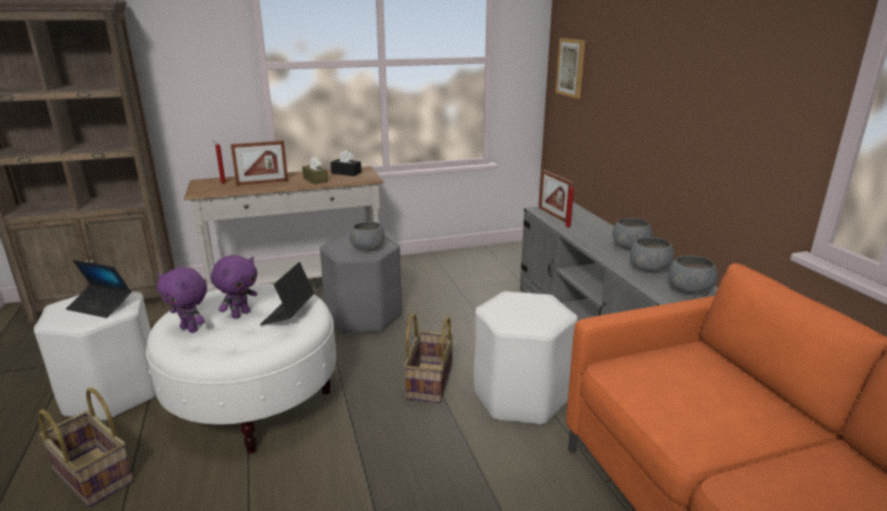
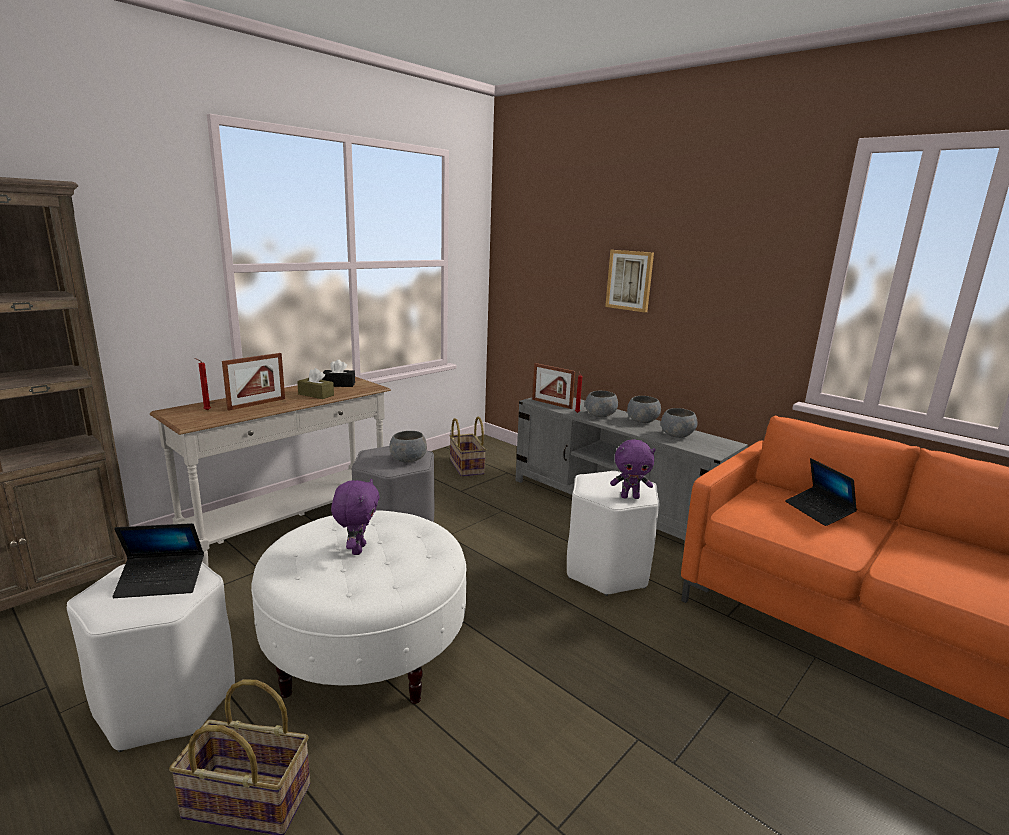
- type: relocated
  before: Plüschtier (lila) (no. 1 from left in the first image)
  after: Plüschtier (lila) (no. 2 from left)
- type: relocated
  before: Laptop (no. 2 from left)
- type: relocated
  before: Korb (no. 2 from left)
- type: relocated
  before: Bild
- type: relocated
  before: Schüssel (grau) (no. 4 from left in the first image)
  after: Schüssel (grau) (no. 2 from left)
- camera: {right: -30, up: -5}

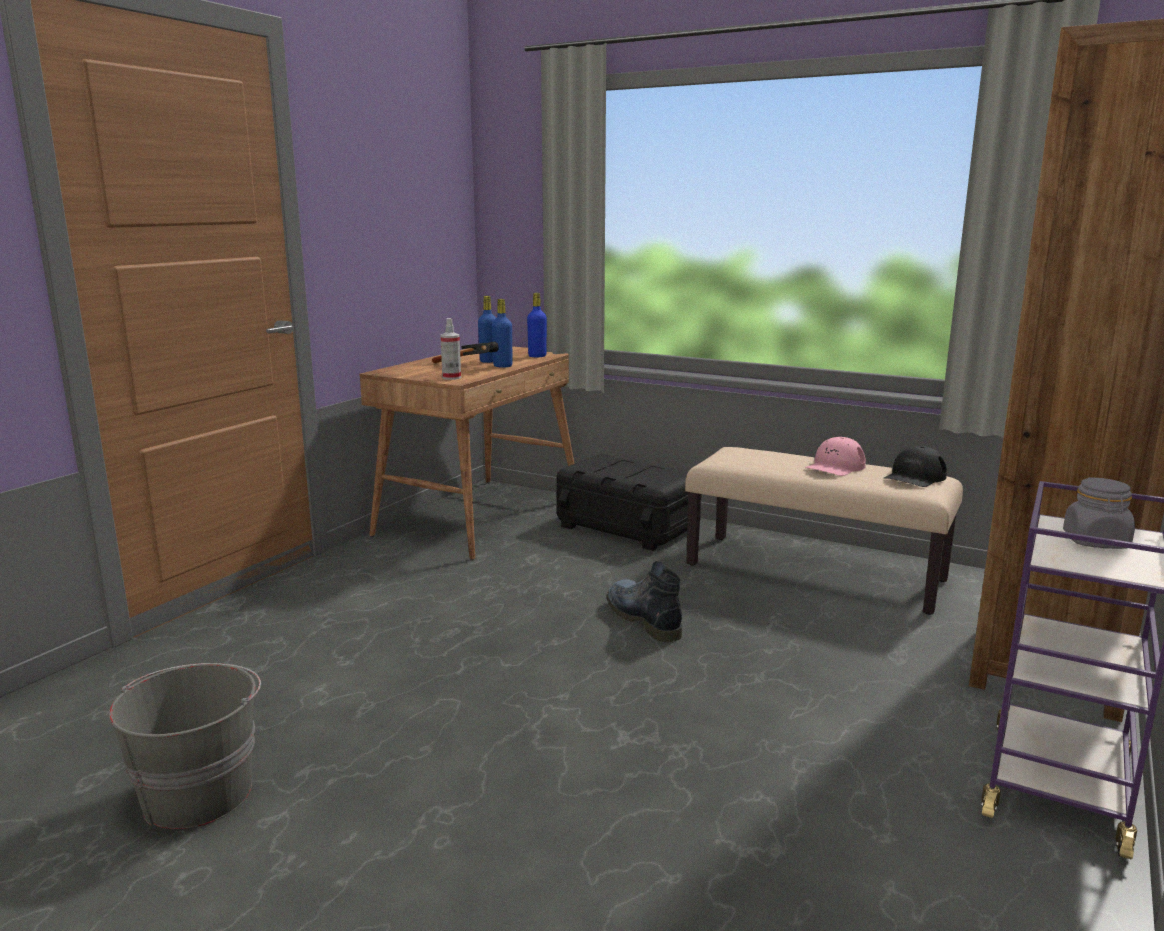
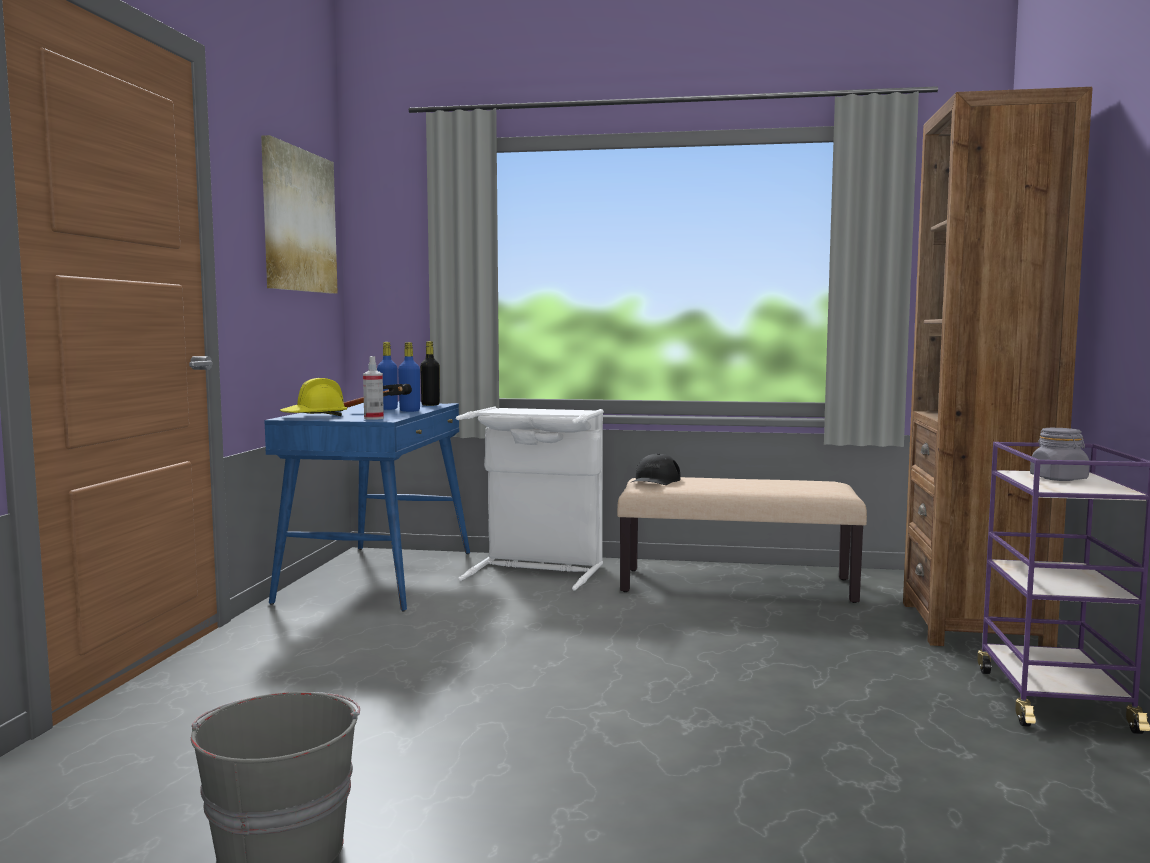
- type: colour
  before: Schreibtisch (braun)
  after: Schreibtisch (blau)
- type: colour
  before: Flasche (blau) (no. 3 from left)
  after: Flasche (schwarz)
- type: exchanged
  before: Aufbewahrungsbox (schwarz)
  after: Wäschekorb (weiß)
- type: missing
  before: Stiefel
- type: missing
  before: Kappe (rosa)
- type: relocated
  before: Kappe (schwarz)
- type: appeared
  after: Bild
- type: appeared
  after: Schutzhelm (gelb)
- camera: {right: -20, up: -10}

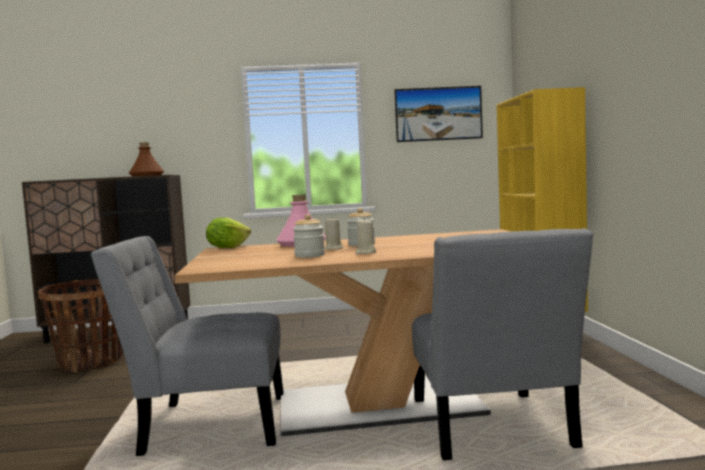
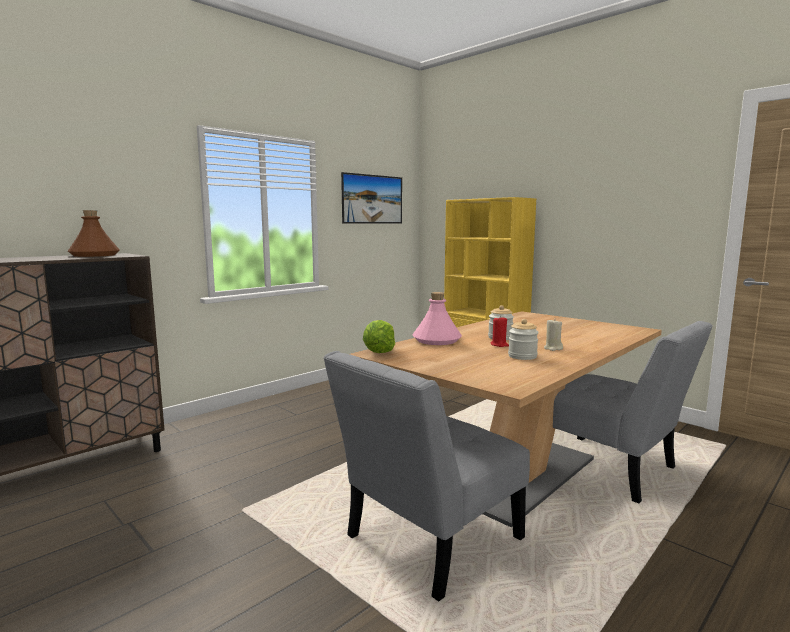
- type: missing
  before: Korb
- type: colour
  before: Kerze (beige) (no. 1 from left)
  after: Kerze (rot)
- camera: {right: -40, up: 5}

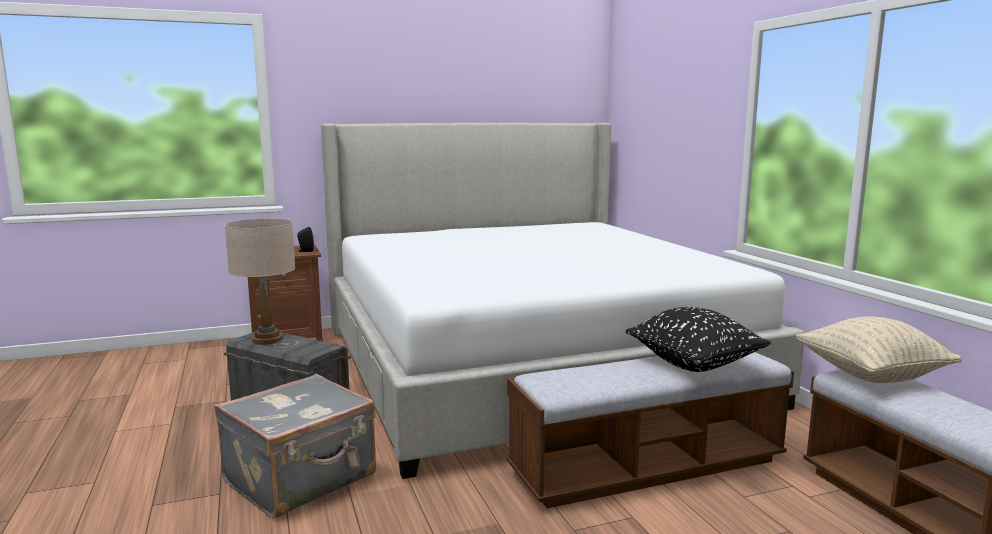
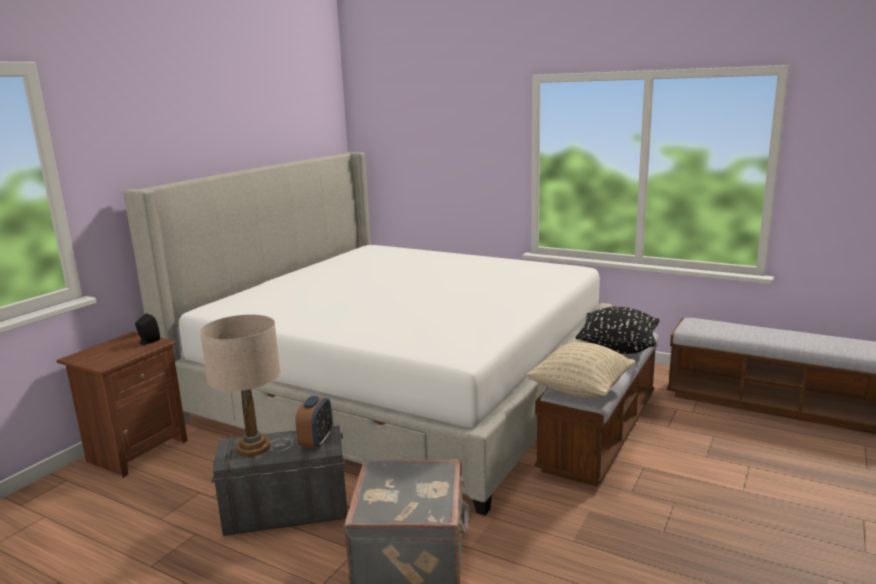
- type: relocated
  before: Kissen (beige)
- type: appeared
  after: Wecker
- camera: {right: -40, up: 5}

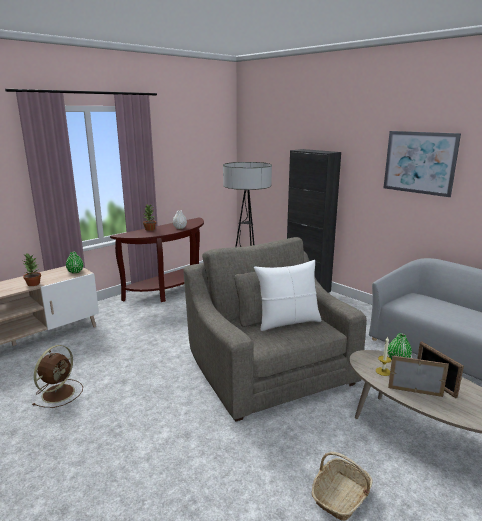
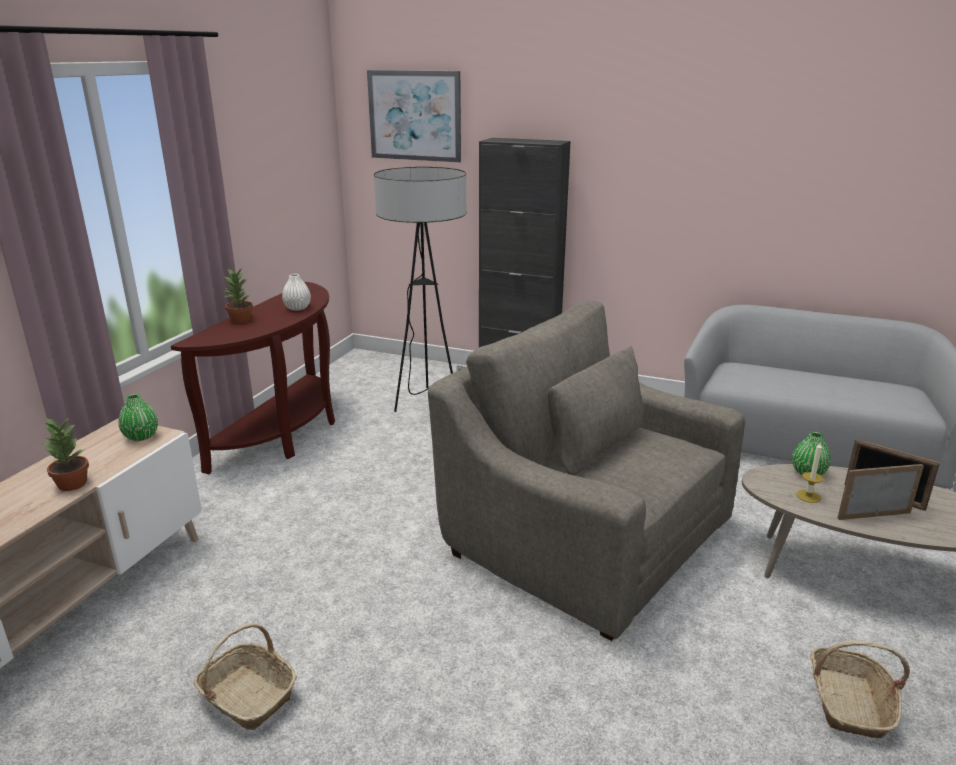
- type: exchanged
  before: Ventilator (braun)
  after: Korb (no. 1 from left)
- type: missing
  before: Kissen (weiß)
- type: relocated
  before: Bild
- camera: {right: -25, up: 5}

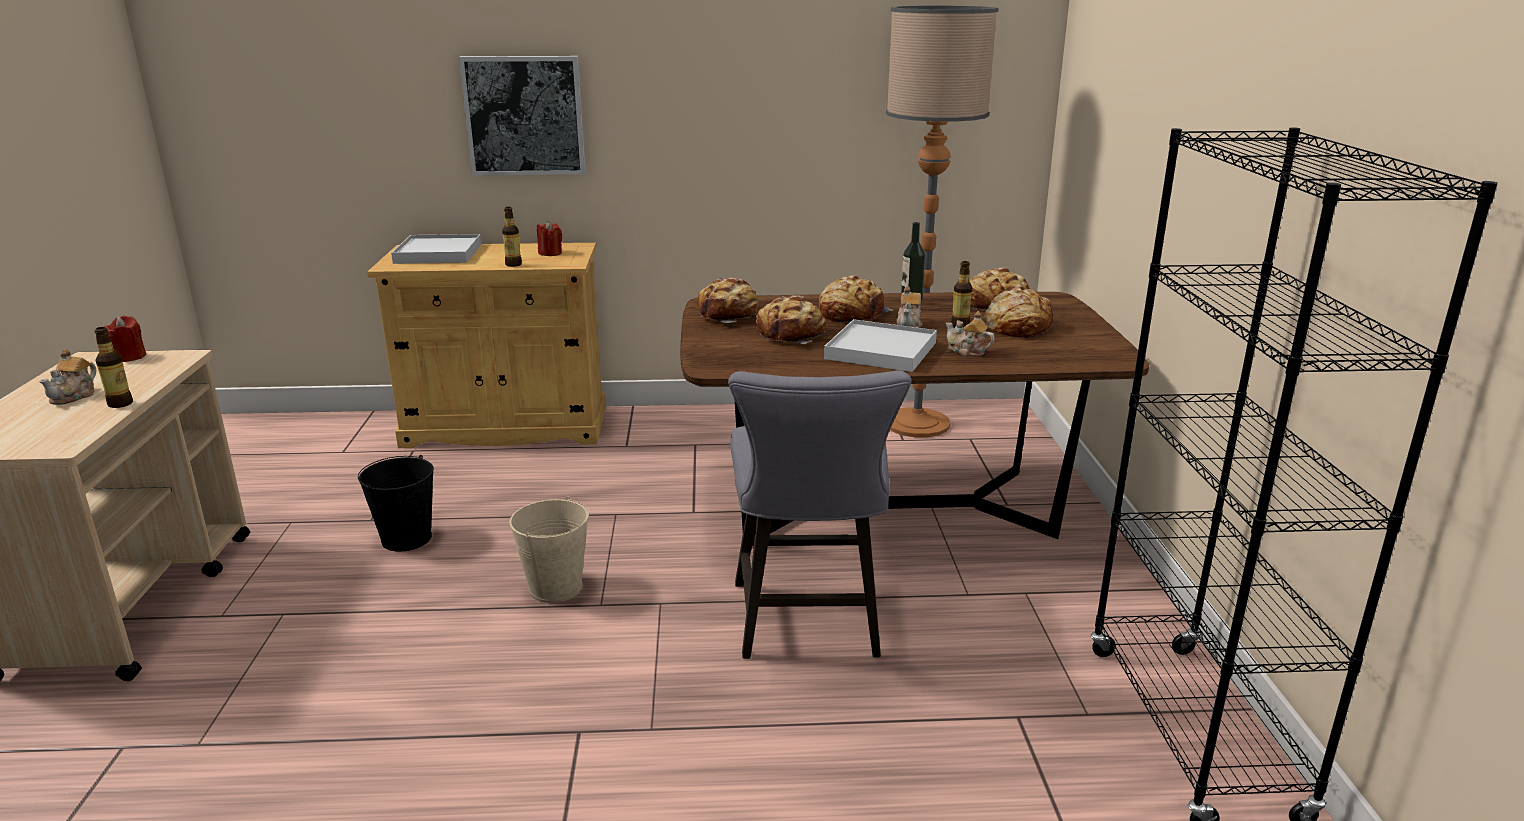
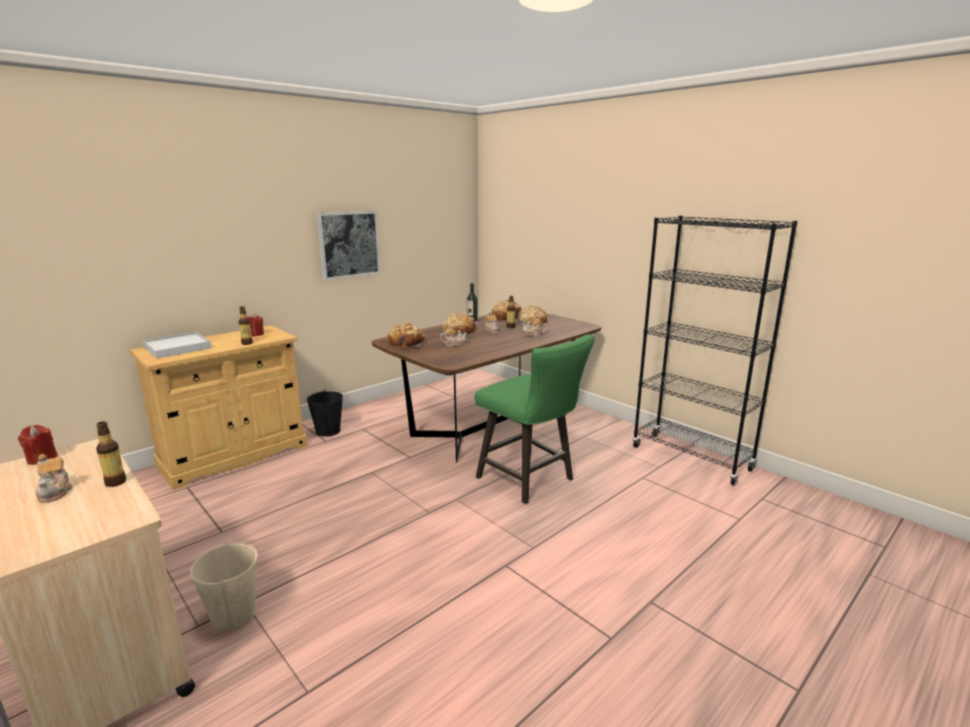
- type: relocated
  before: Eimer (schwarz)
- type: relocated
  before: Bild
- type: relocated
  before: Eimer (beige)
- type: colour
  before: Hocker (grau)
  after: Hocker (grün)
- type: exchanged
  before: Brot (no. 2 from left)
  after: Teekanne (no. 2 from left)
- type: missing
  before: Tablett (weiß) (no. 2 from left)
- type: missing
  before: Stehlampe
- camera: {right: -40, up: -5}

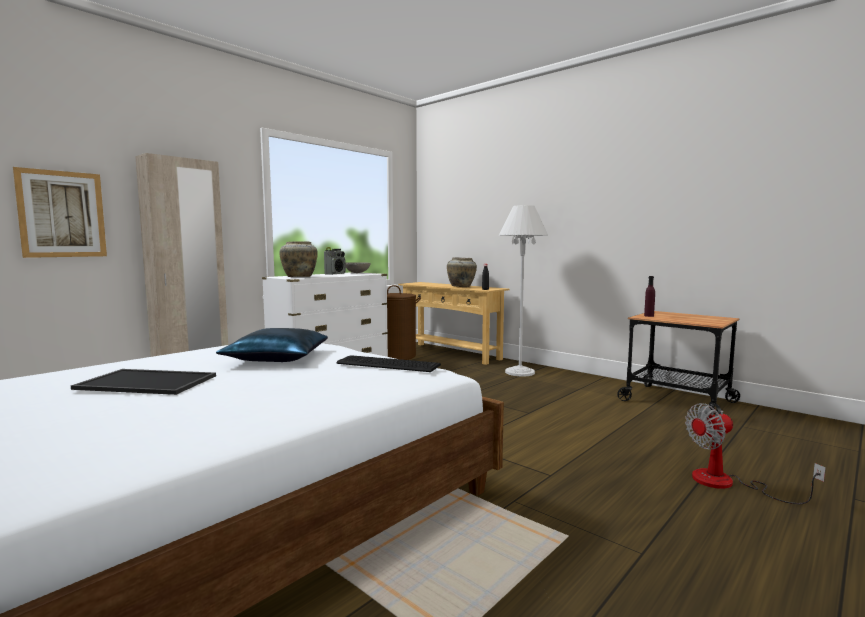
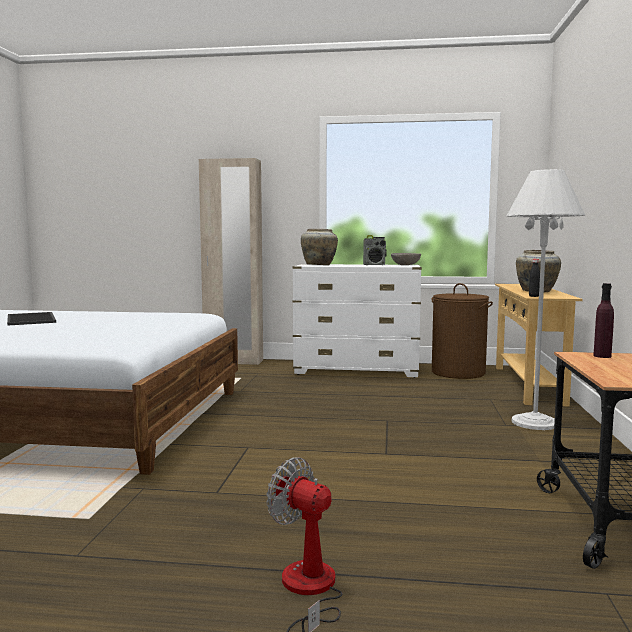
- type: missing
  before: Bild
- type: missing
  before: Kissen (blau)
- type: missing
  before: Tastatur
- camera: {right: 55, up: 0}

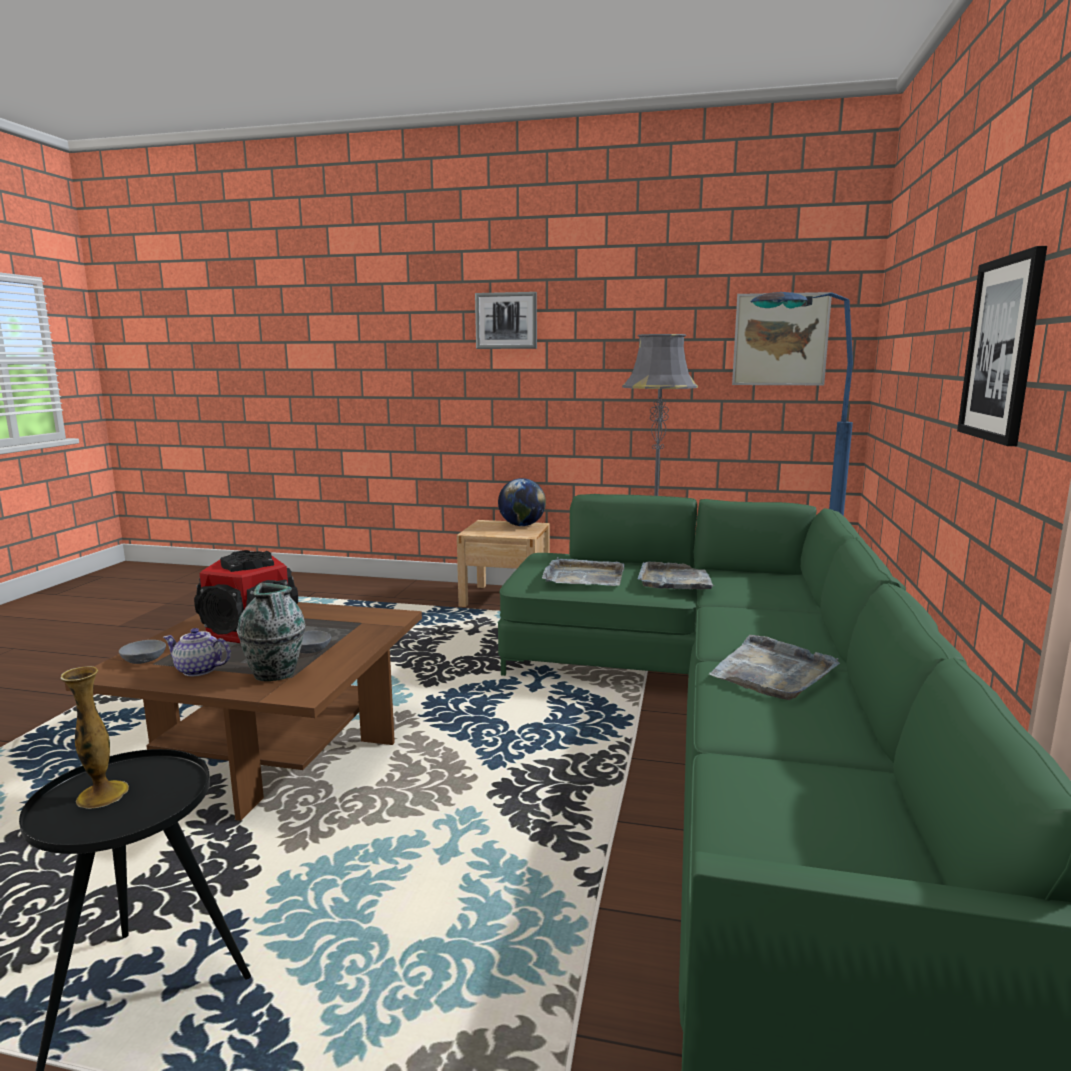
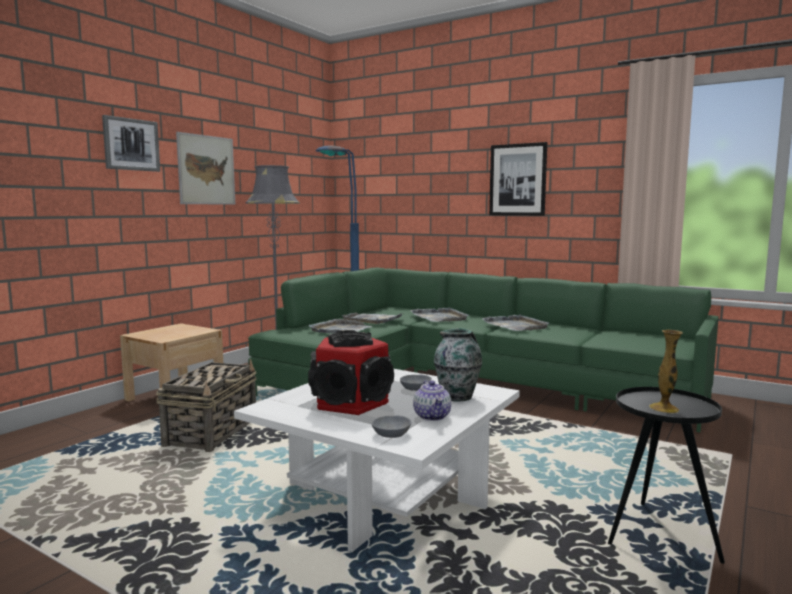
- type: colour
  before: Couchtisch (braun)
  after: Couchtisch (weiß)
- type: spun
  before: Teekanne
  turn: -45
- type: missing
  before: Globus
- type: relocated
  before: Bild (no. 2 from left)
- type: appeared
  after: Korb
- type: appeared
  after: Tablett (grau) (no. 3 from left)
- camera: {right: -70, up: -5}

